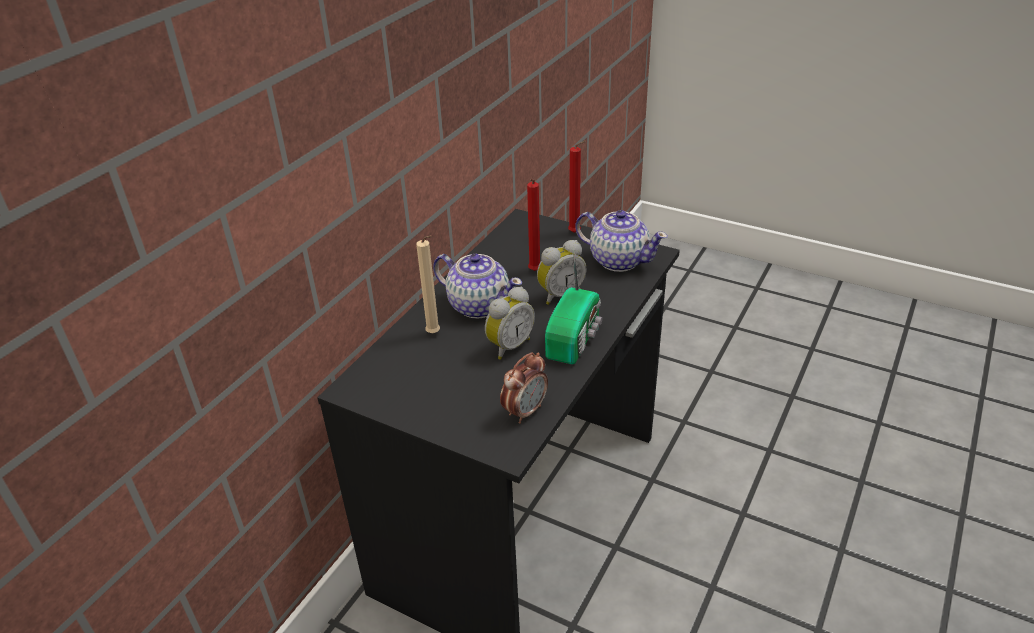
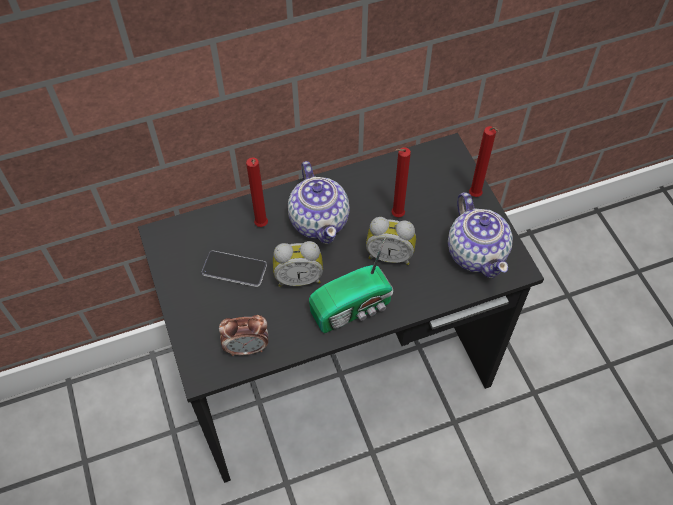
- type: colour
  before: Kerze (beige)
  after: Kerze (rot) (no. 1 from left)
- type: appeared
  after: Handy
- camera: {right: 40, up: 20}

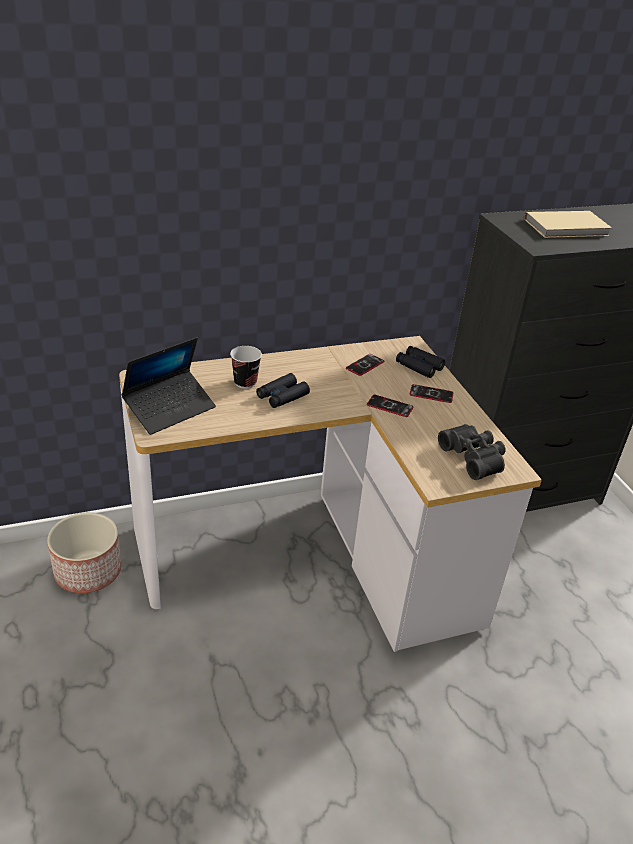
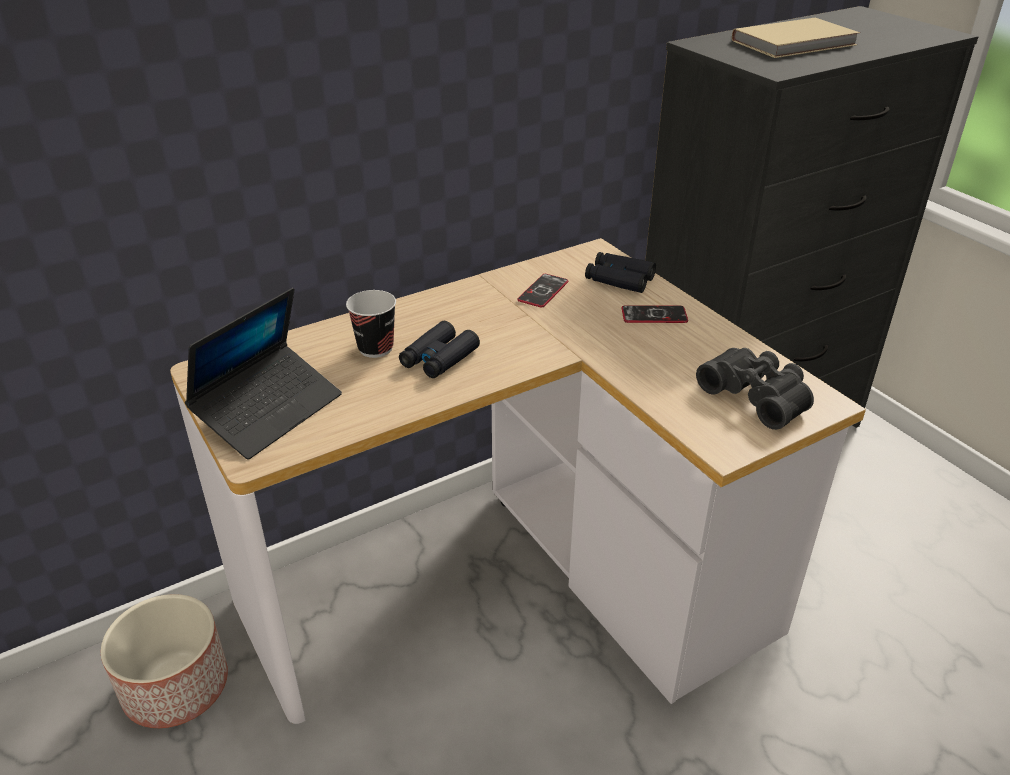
- type: missing
  before: Handy (no. 2 from left)
- camera: {right: -10, up: 0}

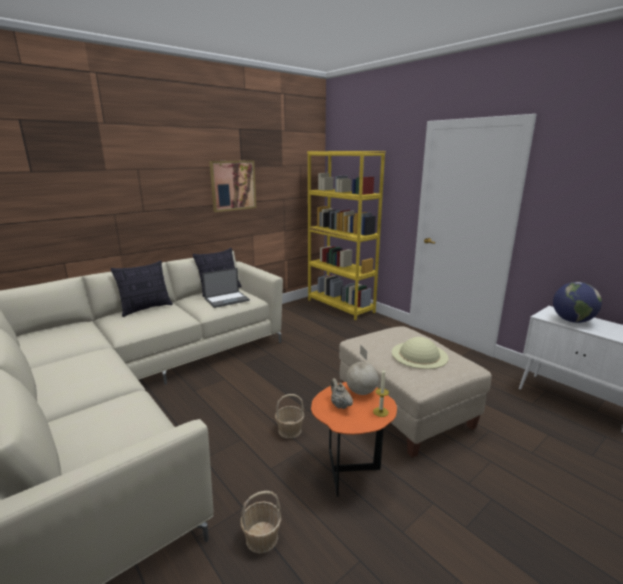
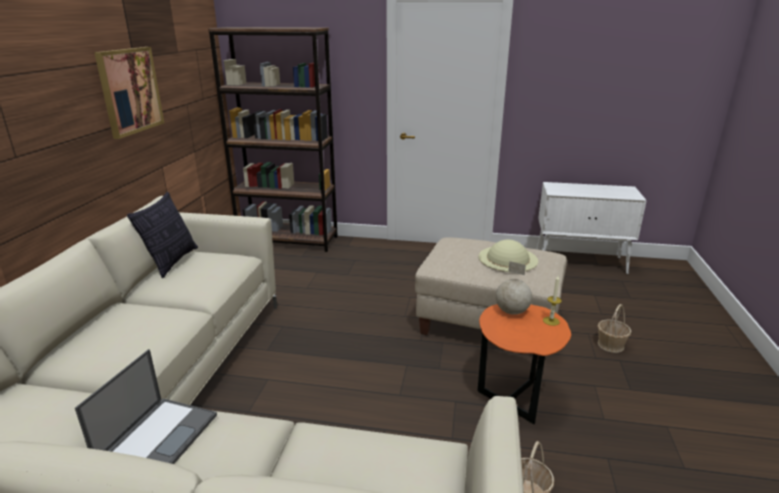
- type: missing
  before: Kissen (no. 1 from left)
- type: relocated
  before: Laptop
- type: relocated
  before: Korb (no. 2 from left)
- type: colour
  before: Bücherregal (gelb)
  after: Bücherregal (braun)
- type: missing
  before: Teekanne (beige)
- type: missing
  before: Globus (no. 2 from left)
- camera: {right: -40, up: 5}

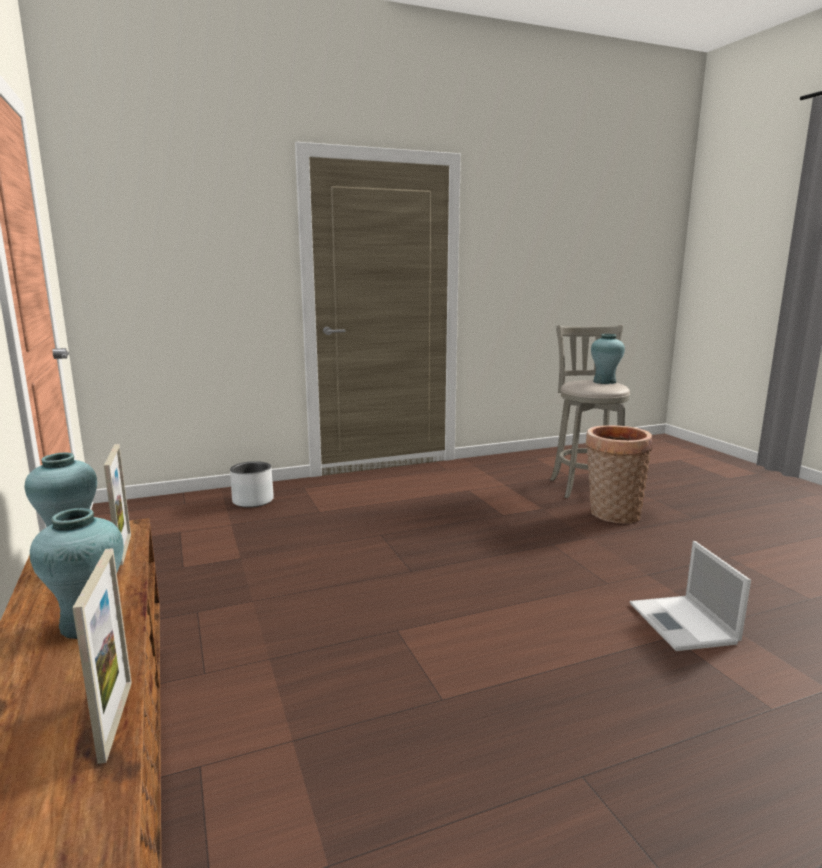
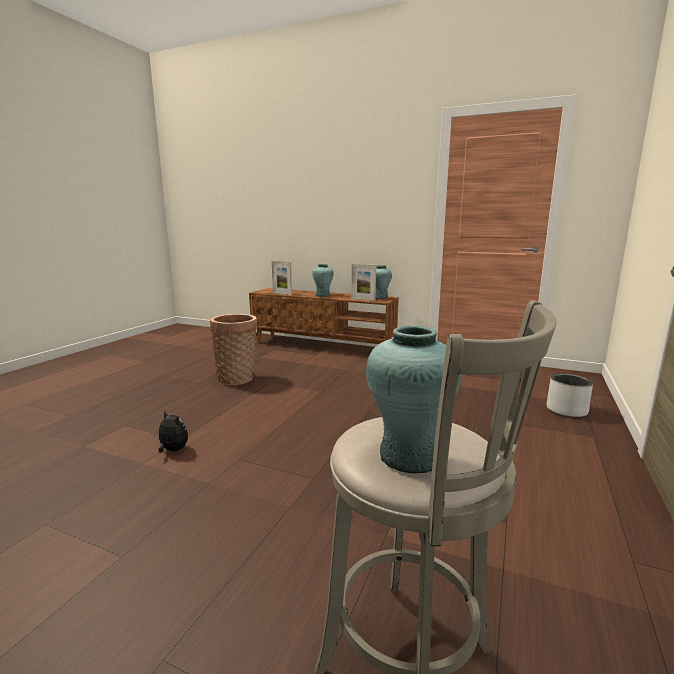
- type: relocated
  before: Korb
- type: exchanged
  before: Laptop
  after: Plüschtier
- camera: {right: 135, up: 0}

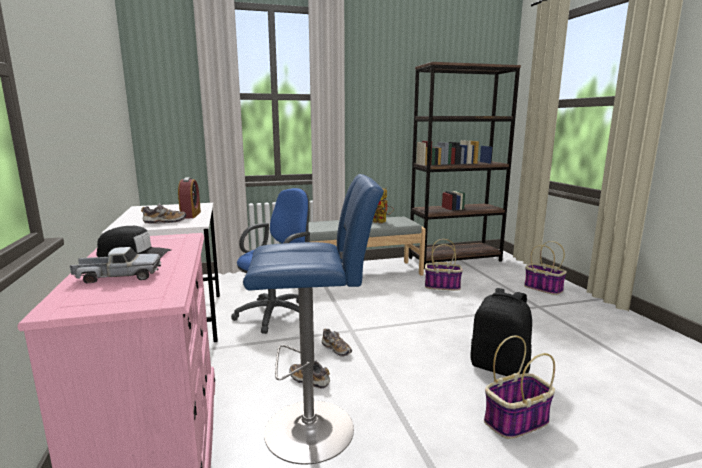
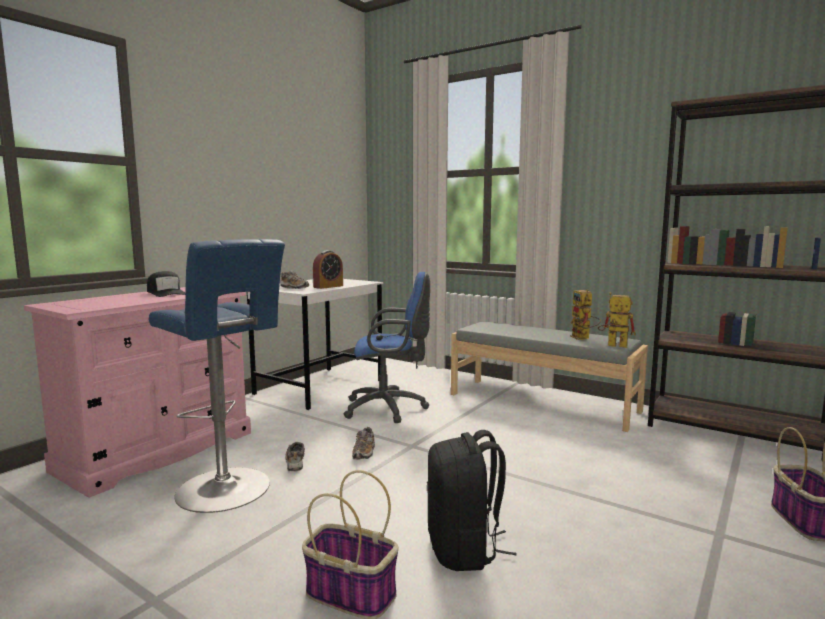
- type: missing
  before: Spielzeuglaster
- type: missing
  before: Korb (no. 1 from left)
- type: appeared
  after: Spielzeugroboter (no. 2 from left)
- camera: {right: 50, up: -5}

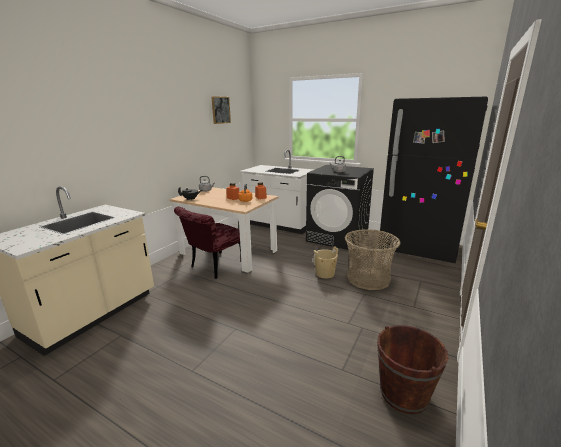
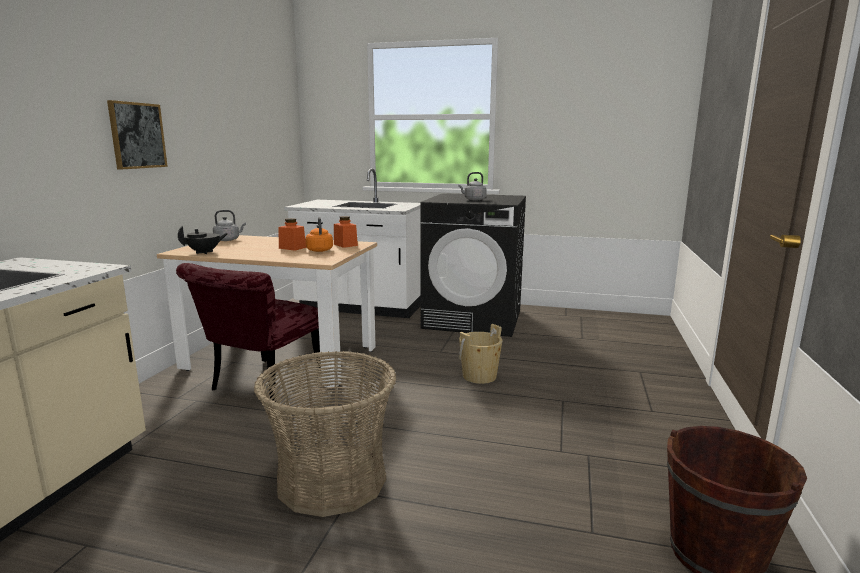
- type: relocated
  before: Bild
- type: relocated
  before: Korb
- type: missing
  before: Kühlschrank (schwarz)
- camera: {right: -15, up: -5}

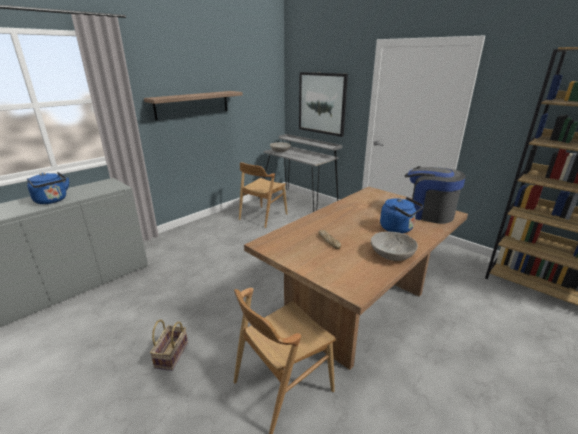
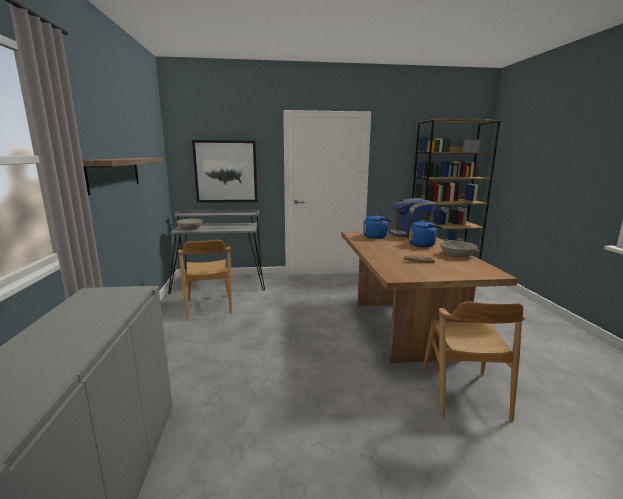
- type: relocated
  before: Wasserkessel (blau) (no. 1 from left)
- type: missing
  before: Korb
- camera: {right: -50, up: -10}

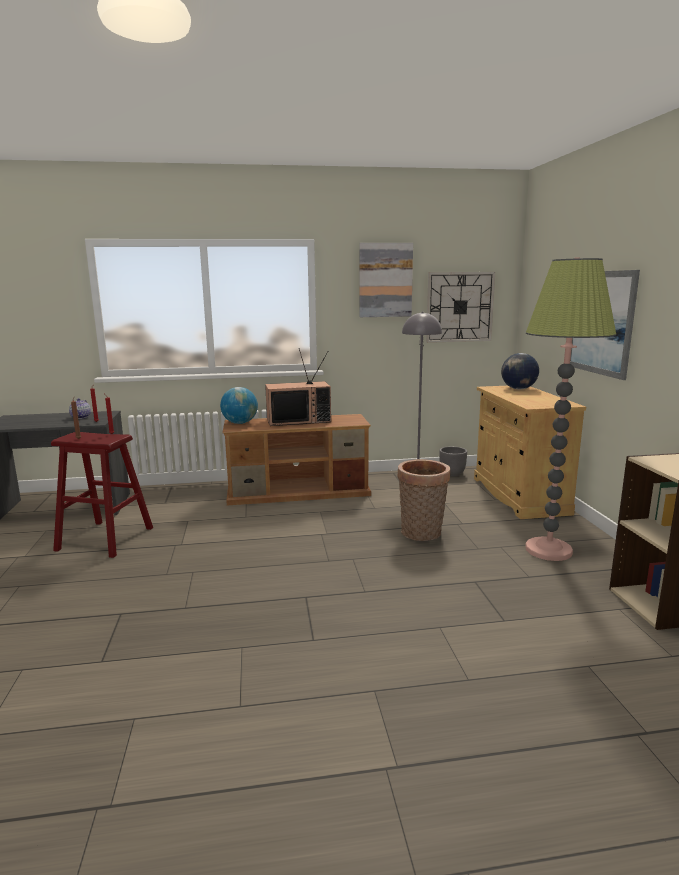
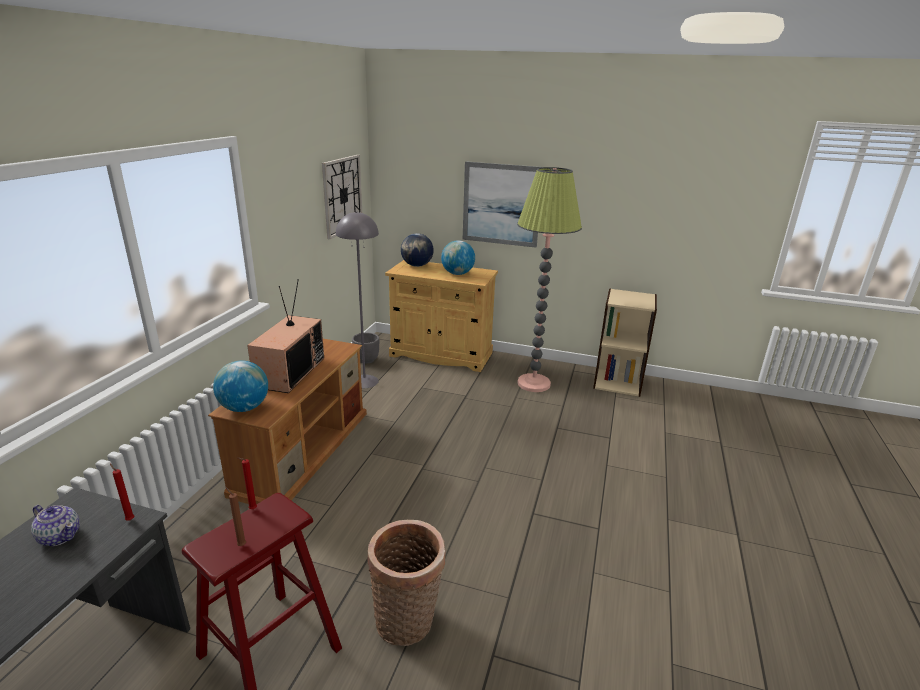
- type: missing
  before: Bild (no. 1 from left)
- type: relocated
  before: Korb
- type: appeared
  after: Globus (no. 3 from left)
- camera: {right: -65, up: 10}

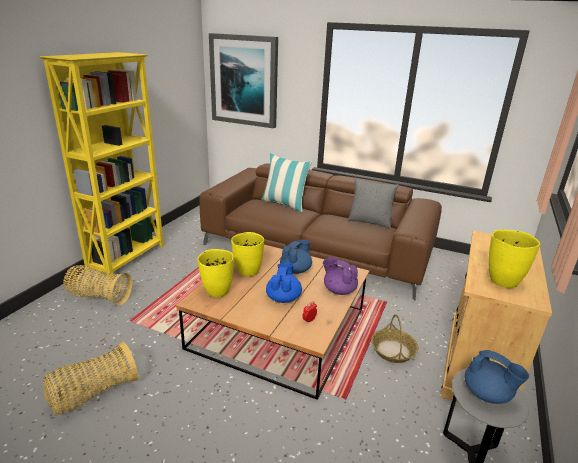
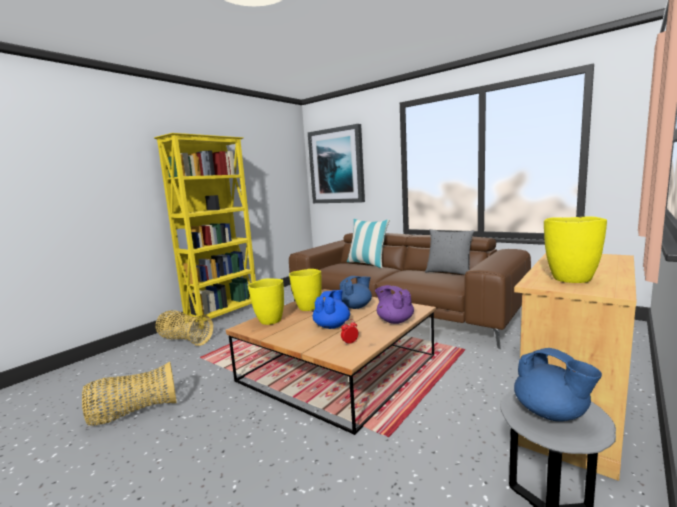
- type: missing
  before: Korb (no. 3 from left)
- camera: {right: 15, up: -15}

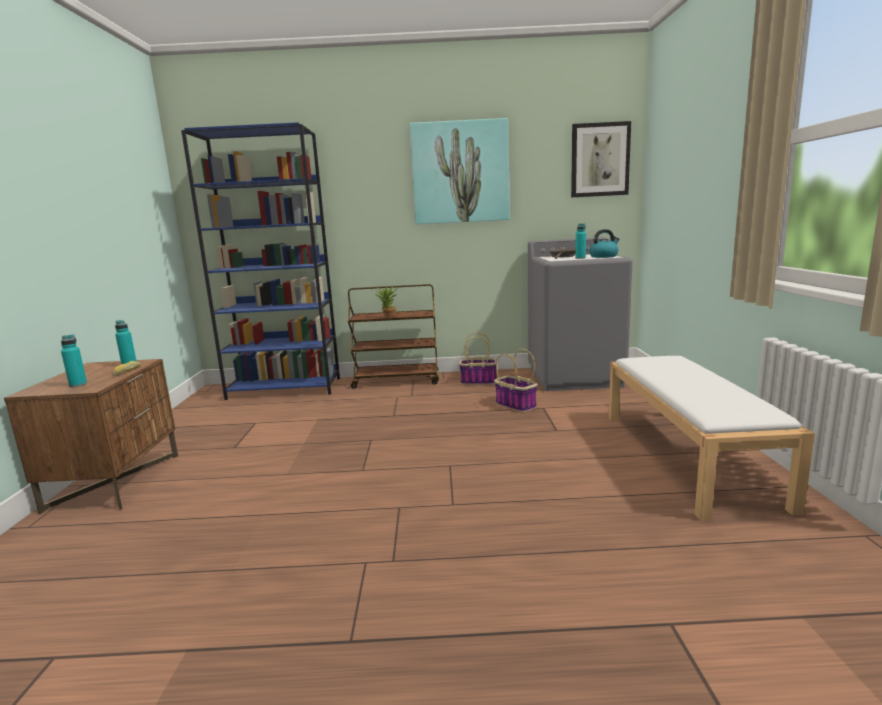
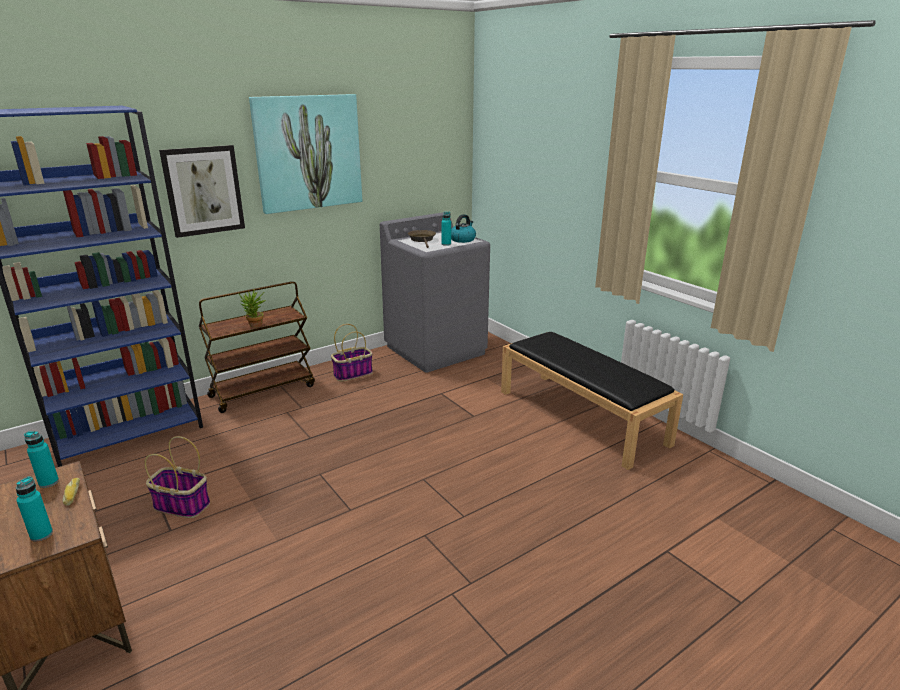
- type: relocated
  before: Korb (no. 2 from left in the first image)
  after: Korb (no. 1 from left)
- type: relocated
  before: Bild (no. 2 from left in the first image)
  after: Bild (no. 1 from left)
- type: colour
  before: Bank (weiß)
  after: Bank (schwarz)
- camera: {right: -35, up: 10}

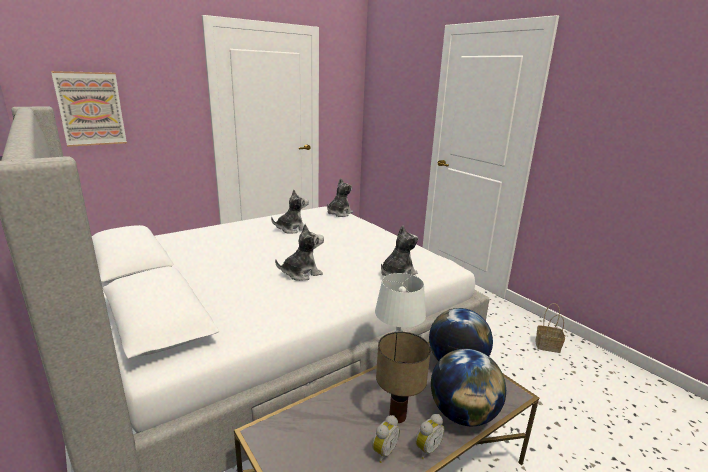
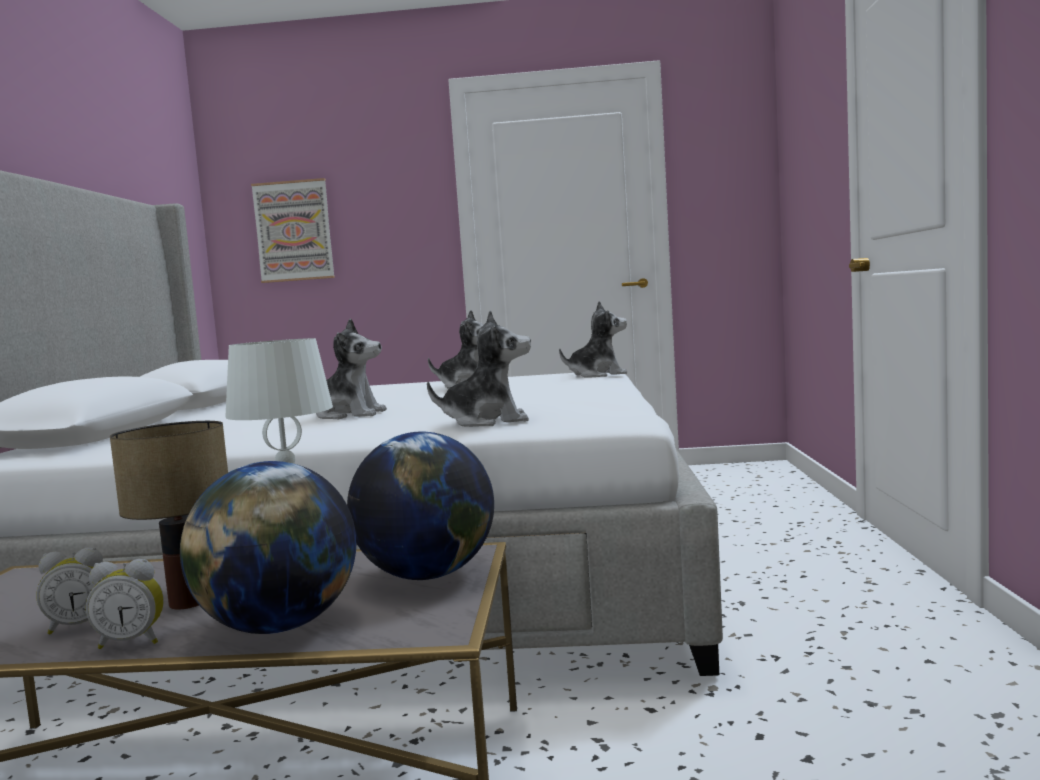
- type: missing
  before: Korb
- camera: {right: 40, up: -15}

